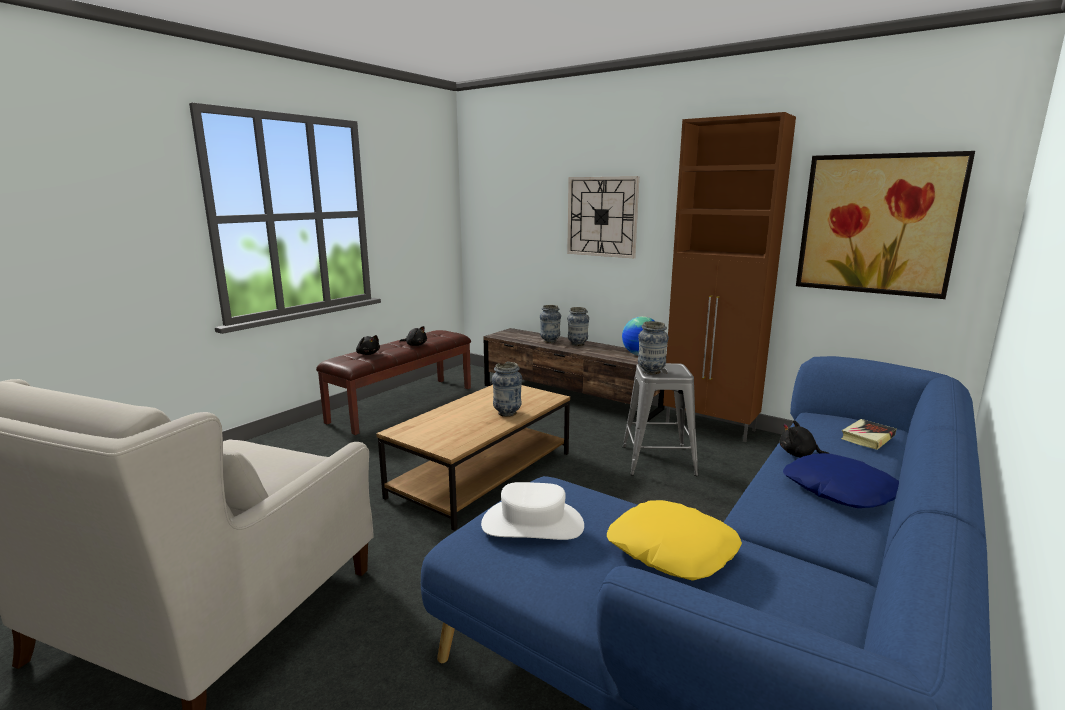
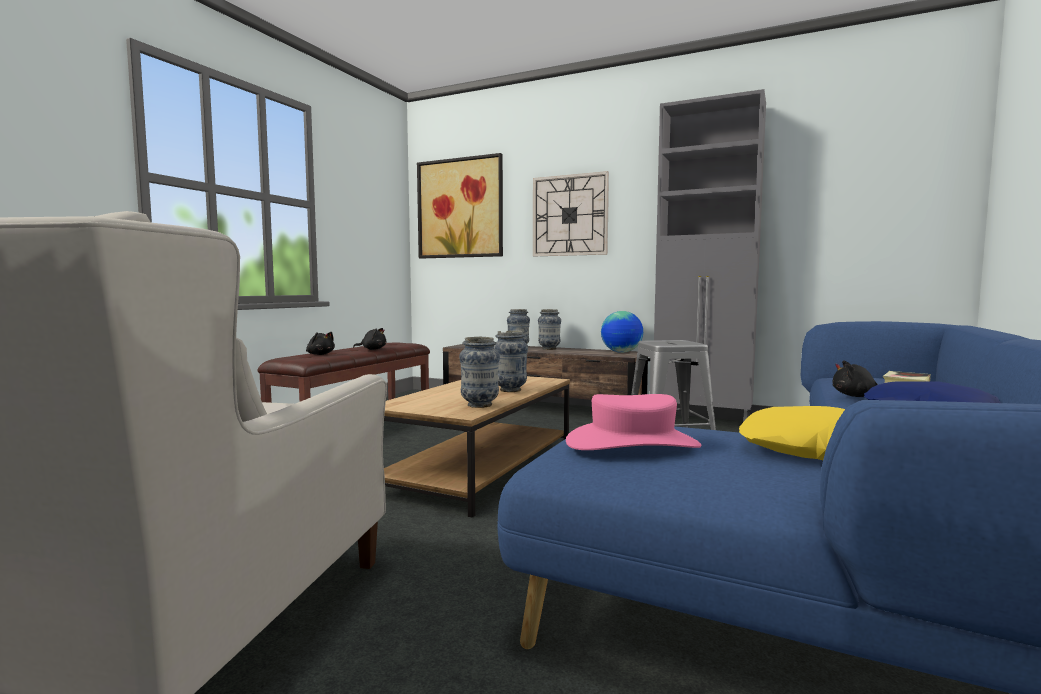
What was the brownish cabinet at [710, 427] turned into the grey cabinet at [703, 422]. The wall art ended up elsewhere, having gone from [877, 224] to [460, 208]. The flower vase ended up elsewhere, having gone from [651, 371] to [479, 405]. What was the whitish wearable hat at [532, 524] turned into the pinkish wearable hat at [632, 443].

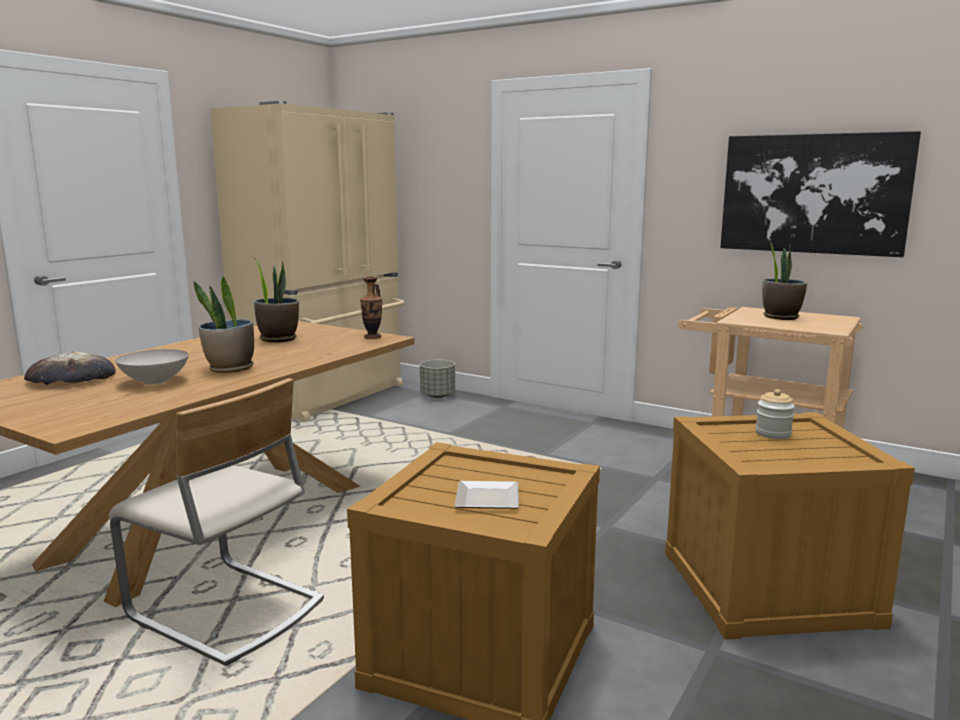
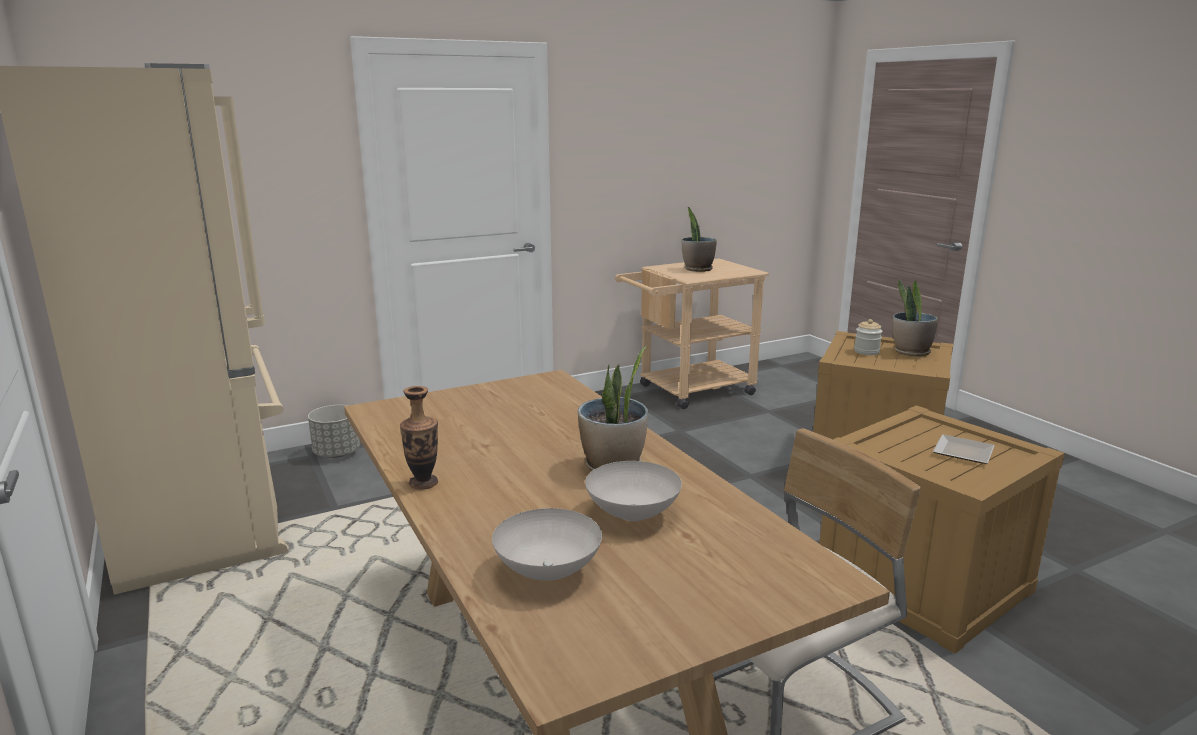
The second view lost the wall art at [813, 194]. The houseplant ended up elsewhere, having gone from [278, 339] to [910, 352]. The flower vase ended up elsewhere, having gone from [372, 337] to [423, 483]. Where the baked bread stood at [71, 378], the whitish bowl came to stand at [549, 571].

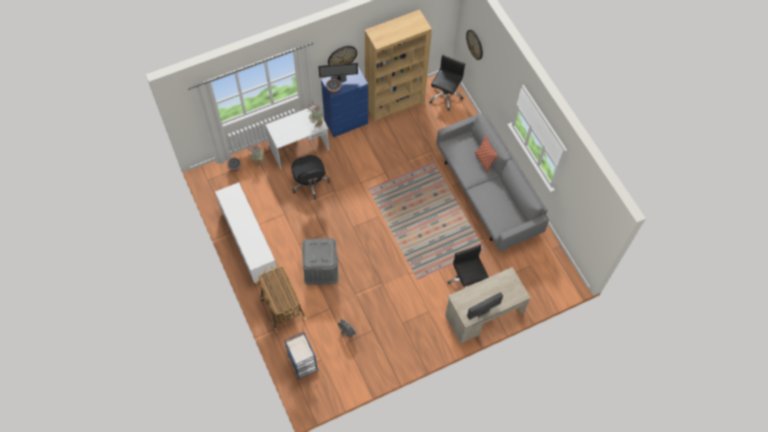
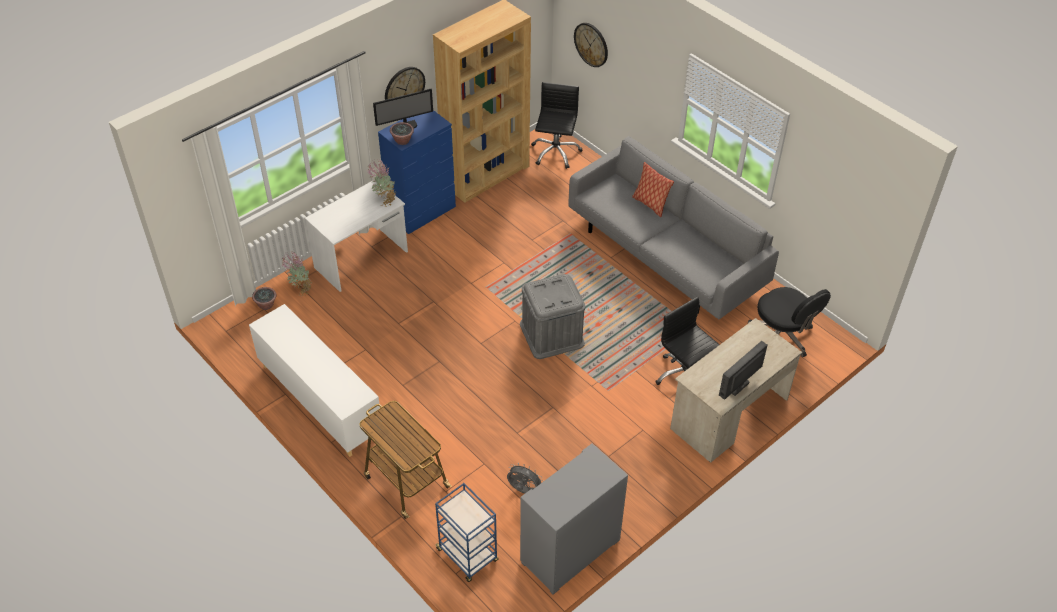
The black-coloured office chair ended up elsewhere, having gone from [310, 183] to [782, 336]. The grey storage container ended up elsewhere, having gone from [321, 268] to [551, 334]. The second view gained the grey cabinet at [570, 552].

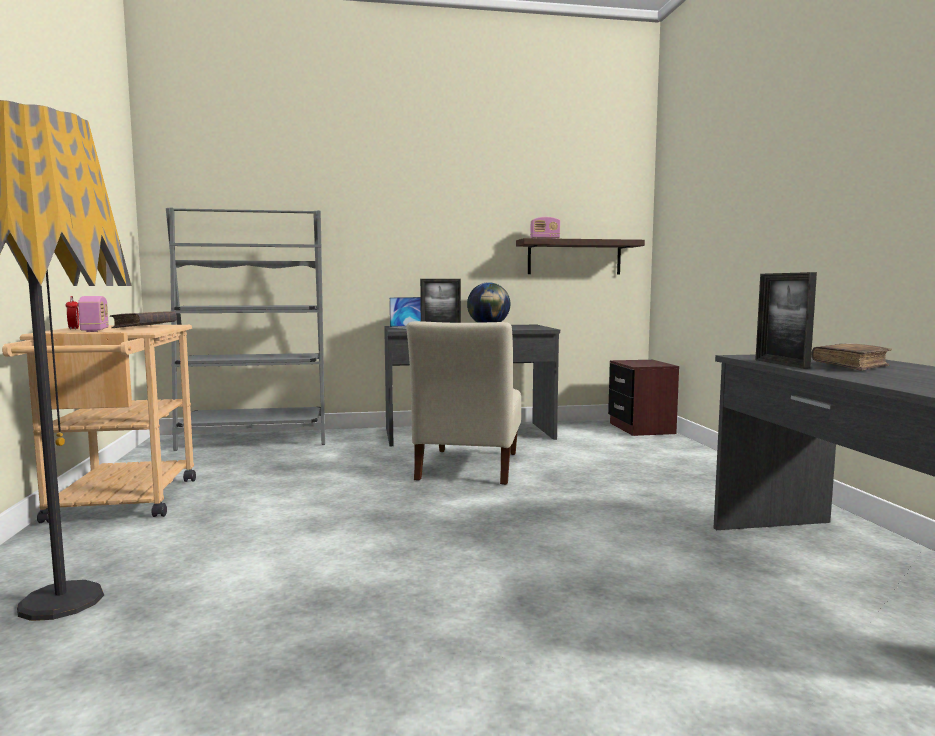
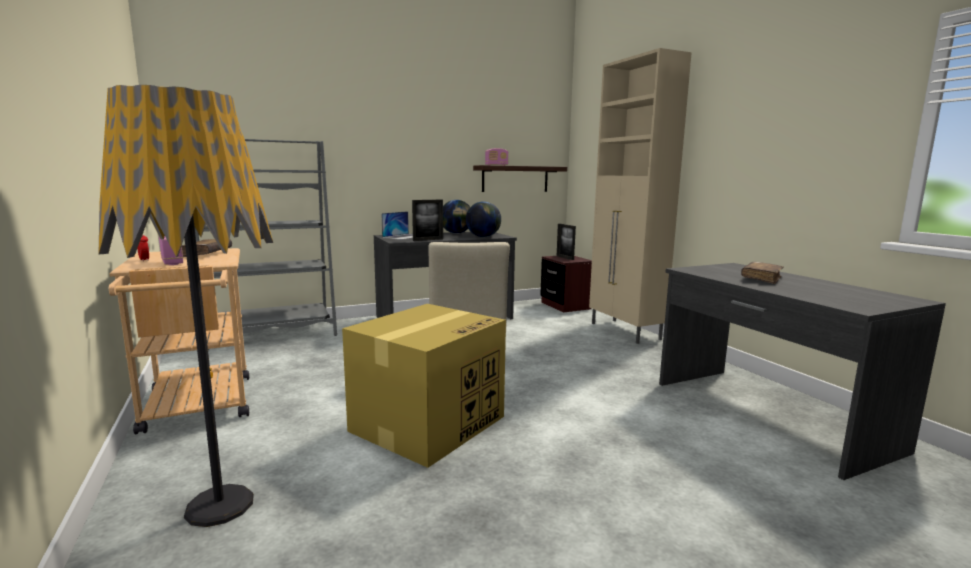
The photo frame ended up elsewhere, having gone from [781, 364] to [565, 258]. The second view gained the beige cabinet at [625, 331]. The second view gained the globe at [483, 237]. The second view gained the packing box at [429, 422].

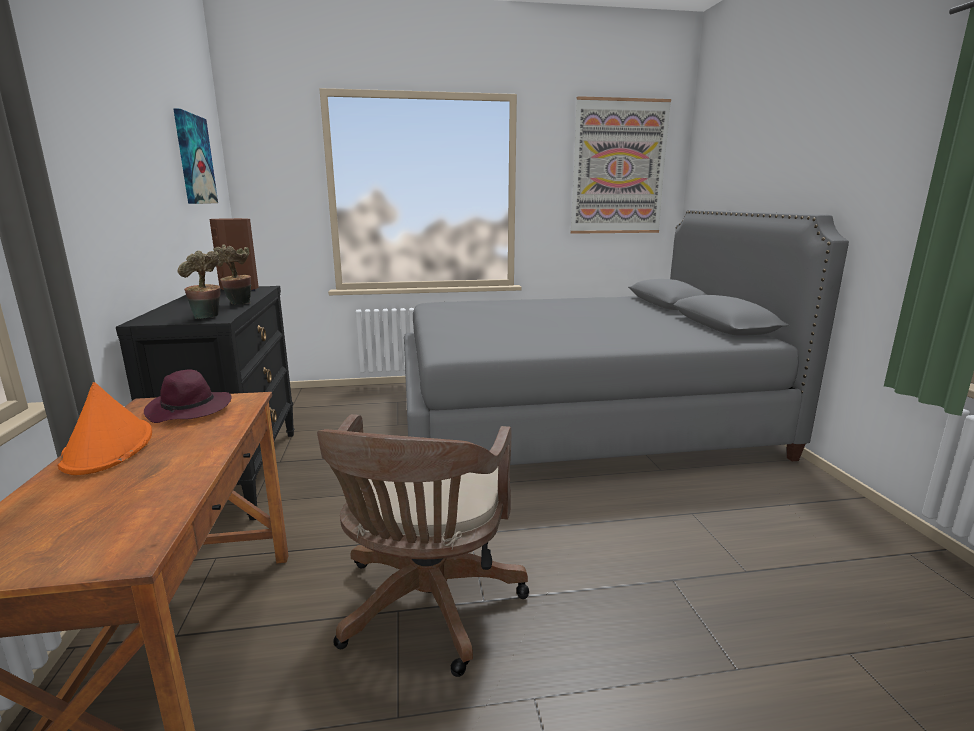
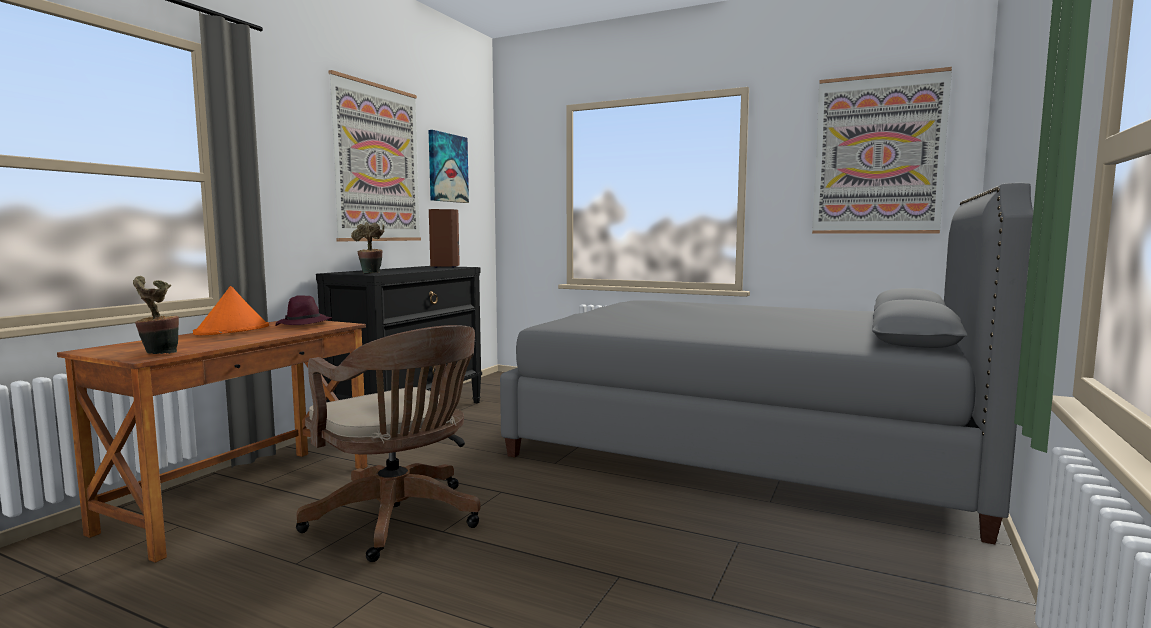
The houseplant ended up elsewhere, having gone from [238, 304] to [158, 354]. The brownish office chair at [426, 608] ended up facing another way, 90 degrees counterclockwise from before. The second view gained the wall art at [377, 163].

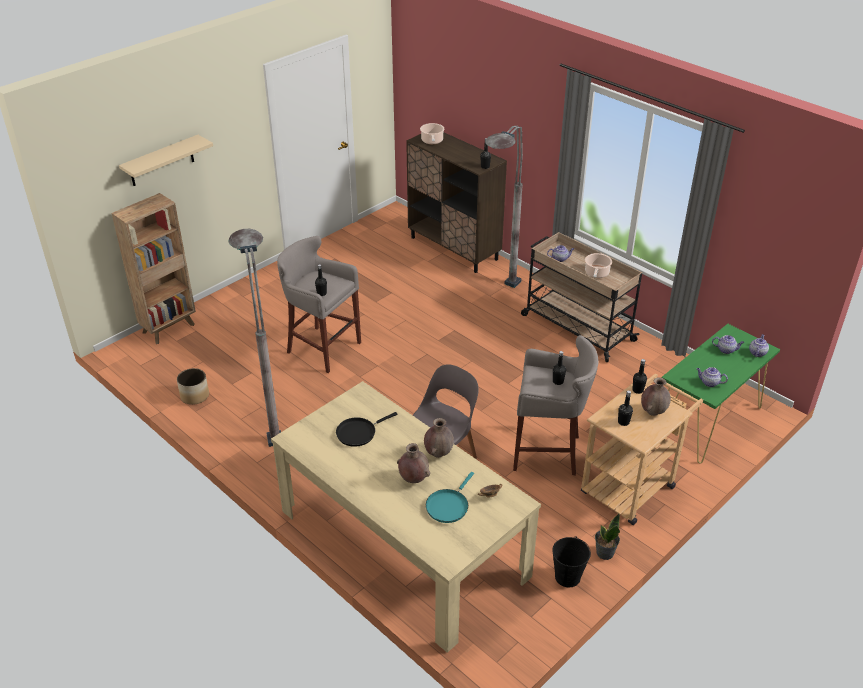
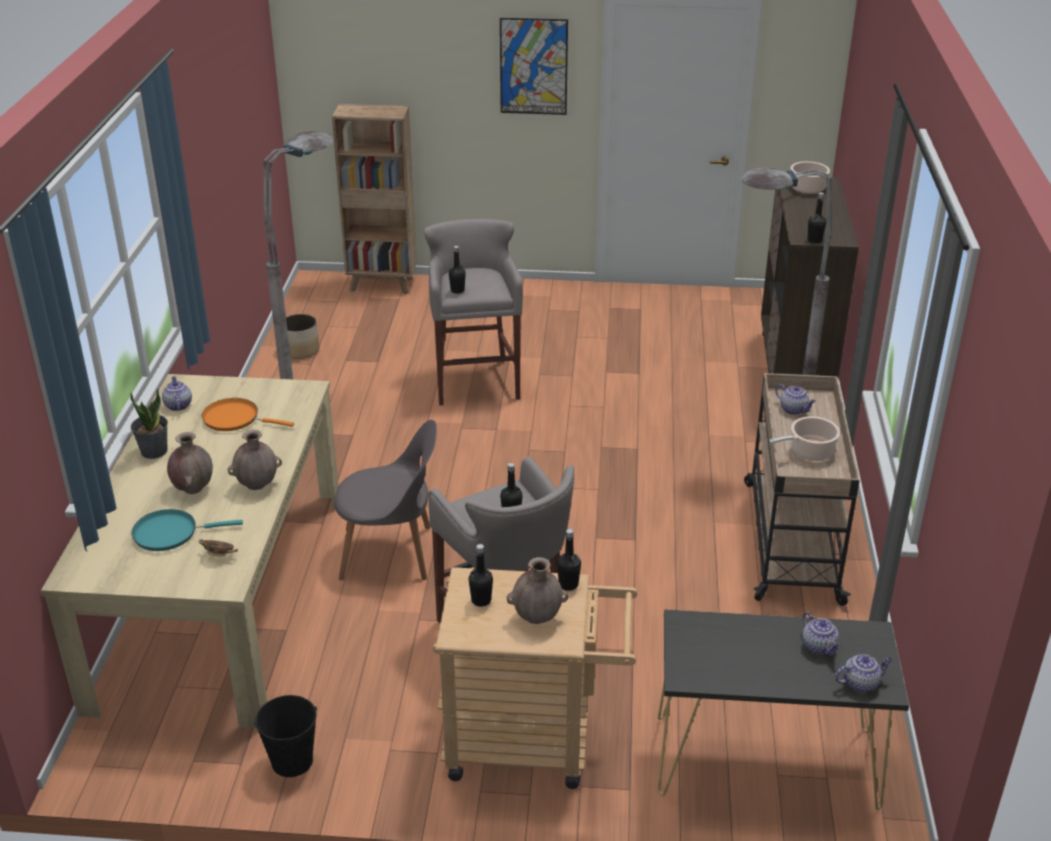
The second view lost the beige wall shelf at [161, 161]. What was the greenish console table at [707, 422] turned into the black-coloured console table at [764, 762]. The tea pot ended up elsewhere, having gone from [709, 383] to [178, 405]. What was the black-coloured frying pan at [358, 433] turned into the orange-coloured frying pan at [235, 419]. The houseplant ended up elsewhere, having gone from [604, 553] to [154, 451]. The second view gained the wall art at [533, 66].

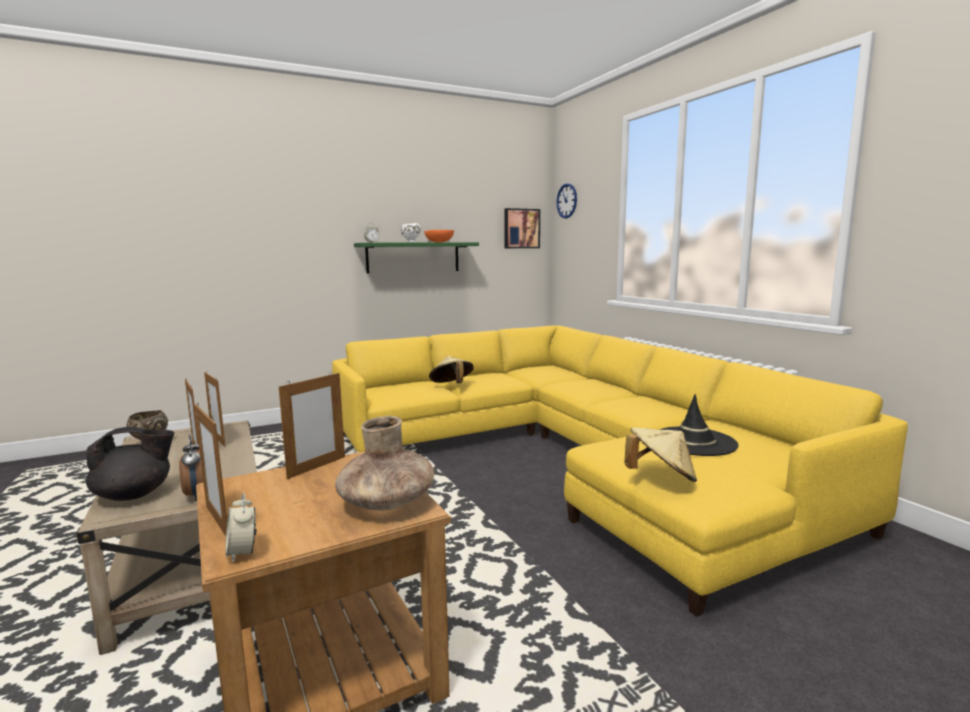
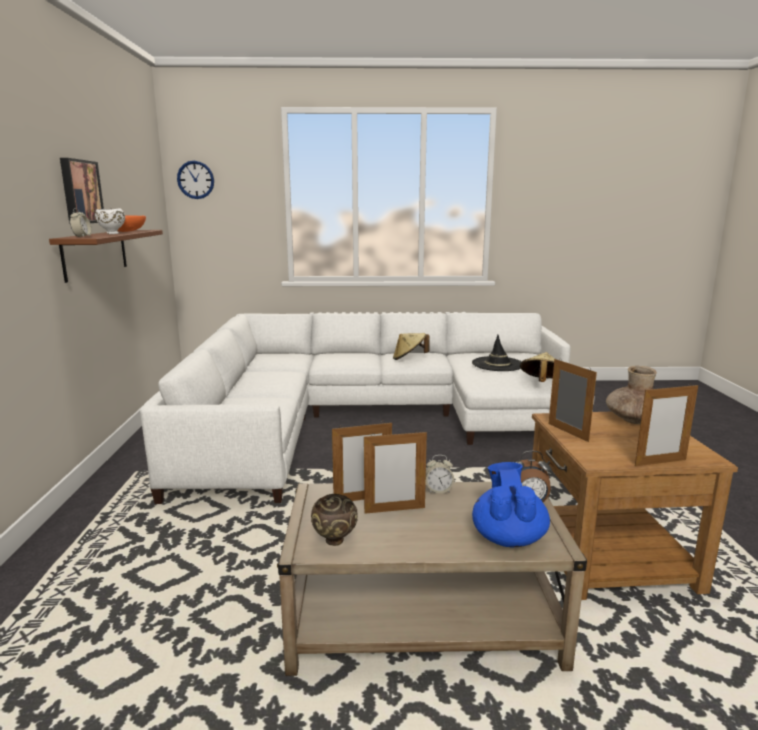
The wall art ended up elsewhere, having gone from [521, 228] to [80, 192]. What was the greenish wall shelf at [413, 257] turned into the brownish wall shelf at [95, 253]. What was the yellowish sofa at [572, 458] turned into the whitish sofa at [369, 418]. The beige wearable hat ended up elsewhere, having gone from [451, 385] to [409, 358]. What was the black-coloured tea pot at [134, 495] turned into the blue-coloured tea pot at [508, 537]. The bedside clock ended up elsewhere, having gone from [242, 552] to [438, 490].

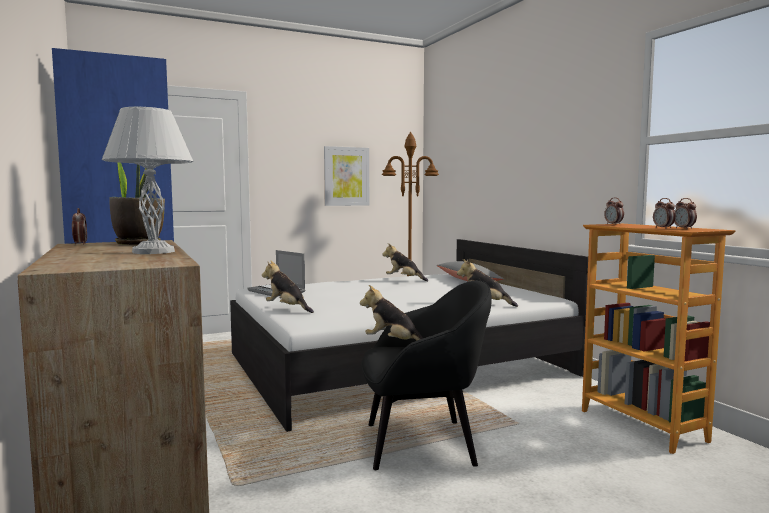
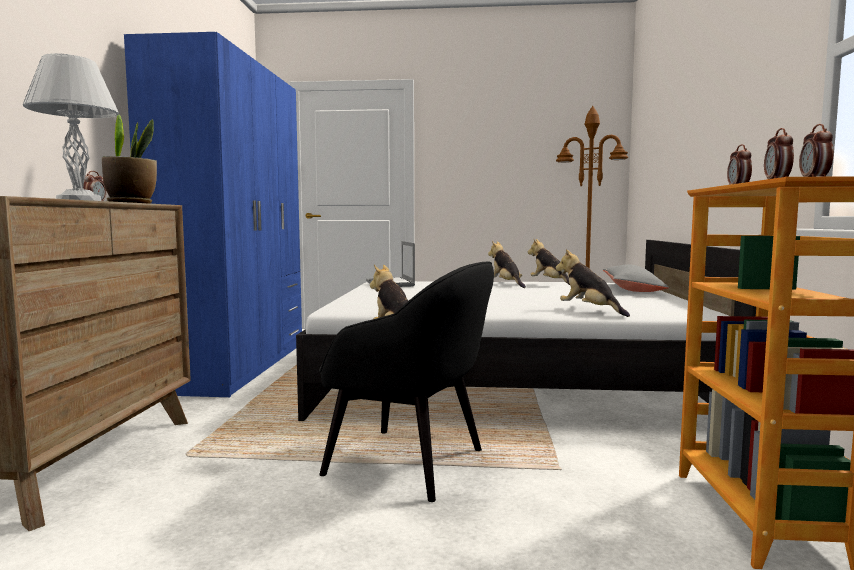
The second view lost the wall art at [346, 176]. The soft toy ended up elsewhere, having gone from [287, 308] to [506, 284].

